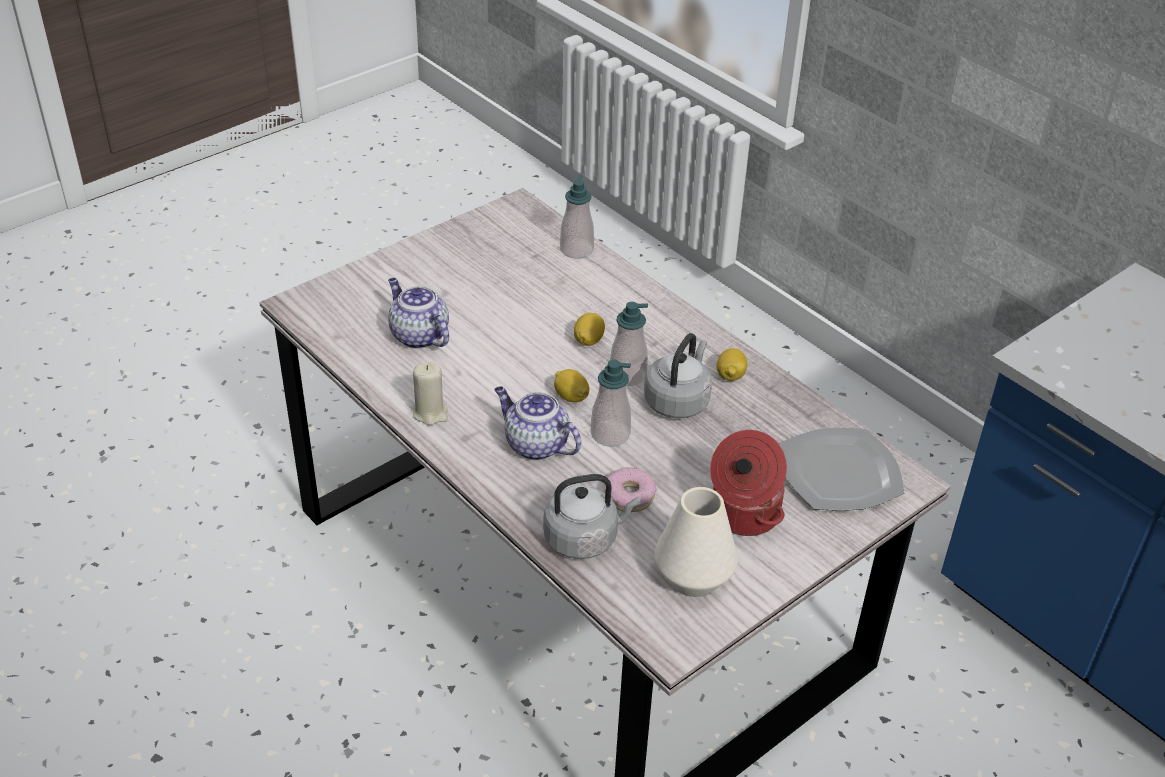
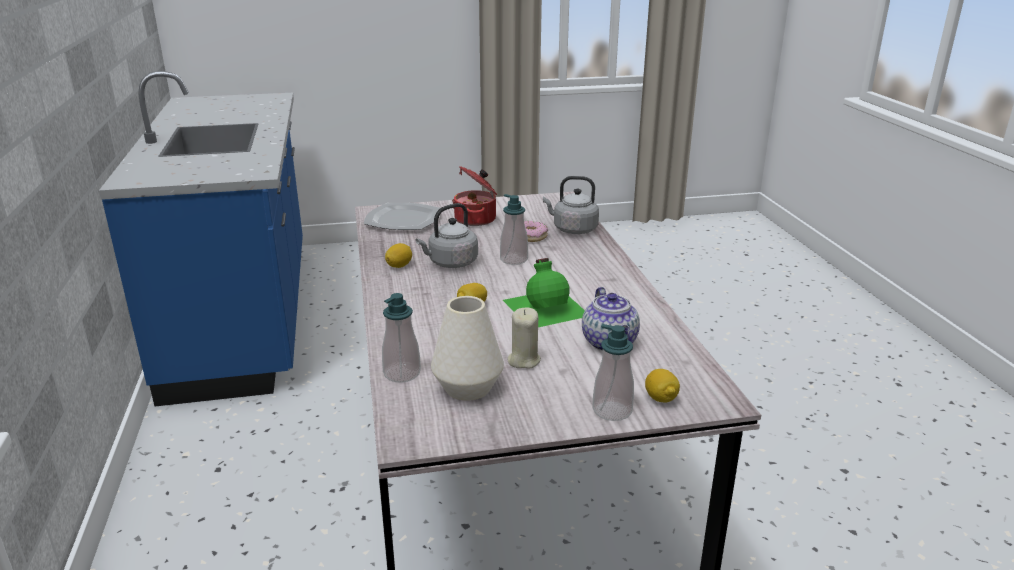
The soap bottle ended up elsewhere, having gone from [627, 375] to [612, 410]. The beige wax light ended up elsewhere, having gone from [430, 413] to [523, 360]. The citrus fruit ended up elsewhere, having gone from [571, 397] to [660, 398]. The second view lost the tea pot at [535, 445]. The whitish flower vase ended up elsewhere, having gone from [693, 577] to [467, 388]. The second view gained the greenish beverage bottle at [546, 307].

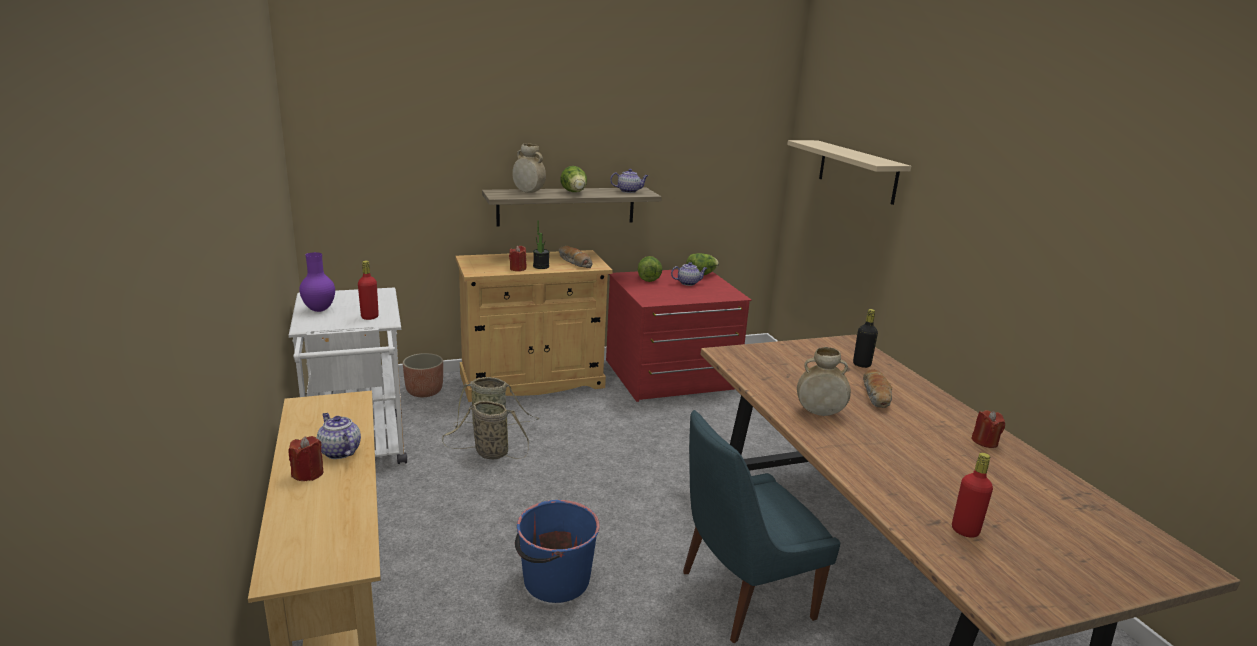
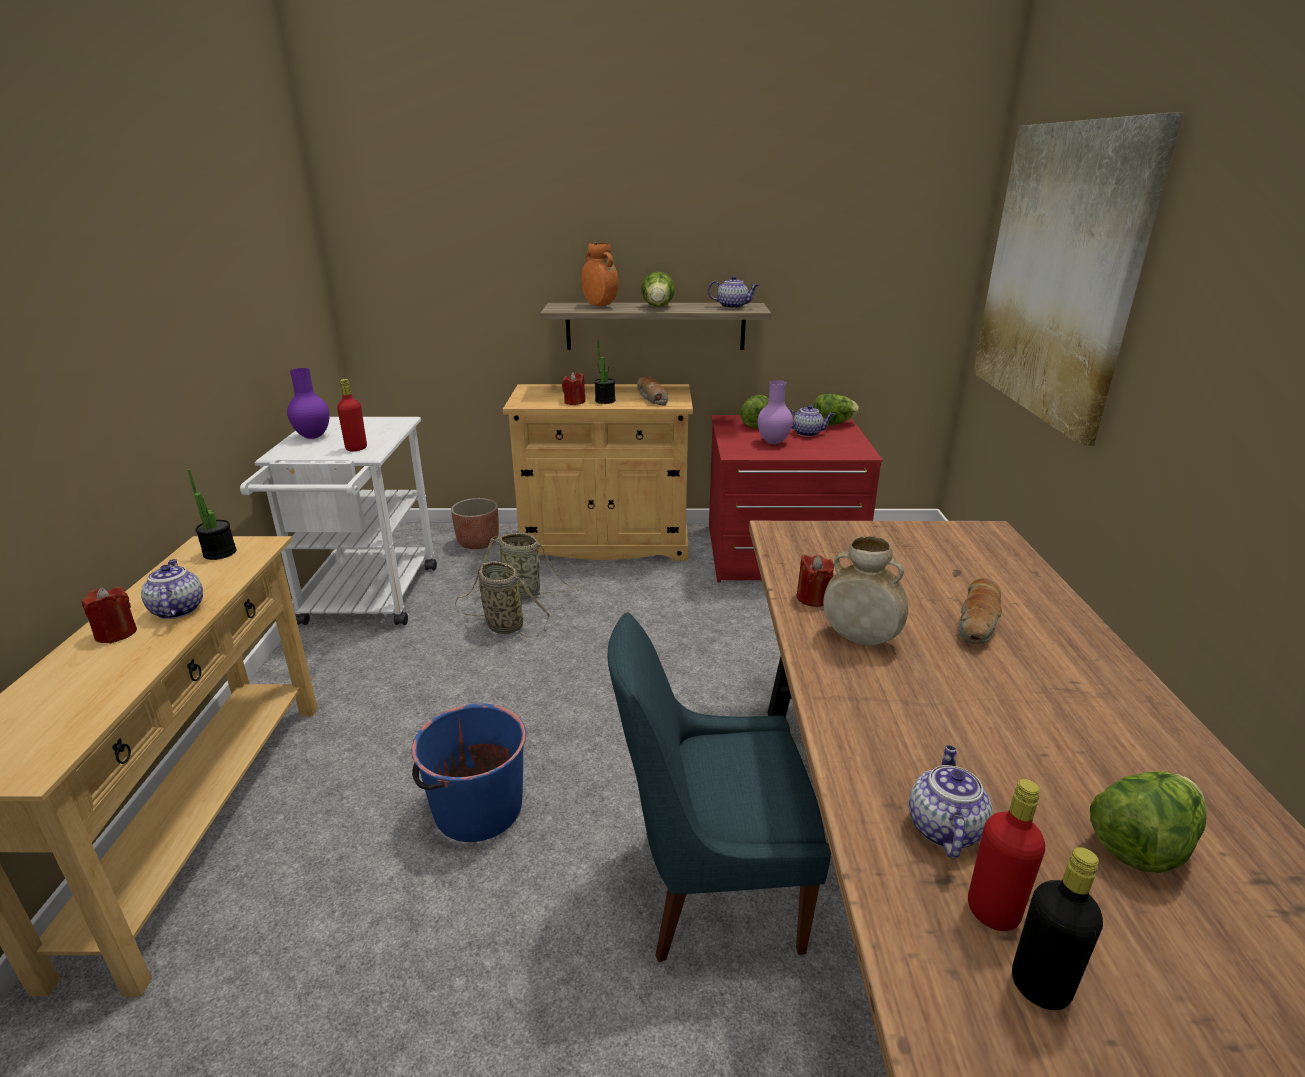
Where the beige wall shelf hung at [857, 171], the wall art came to hang at [1059, 273]. What was the beige flower vase at [528, 192] turned into the orange-coloured flower vase at [599, 306]. The black-coloured beverage bottle ended up elsewhere, having gone from [861, 364] to [1040, 987]. The reddish wax light ended up elsewhere, having gone from [985, 441] to [813, 598]. The second view gained the purple flower vase at [774, 442]. The second view gained the houseplant at [220, 553]. The second view gained the tea pot at [943, 827]. The second view gained the lettuce head at [1141, 844].

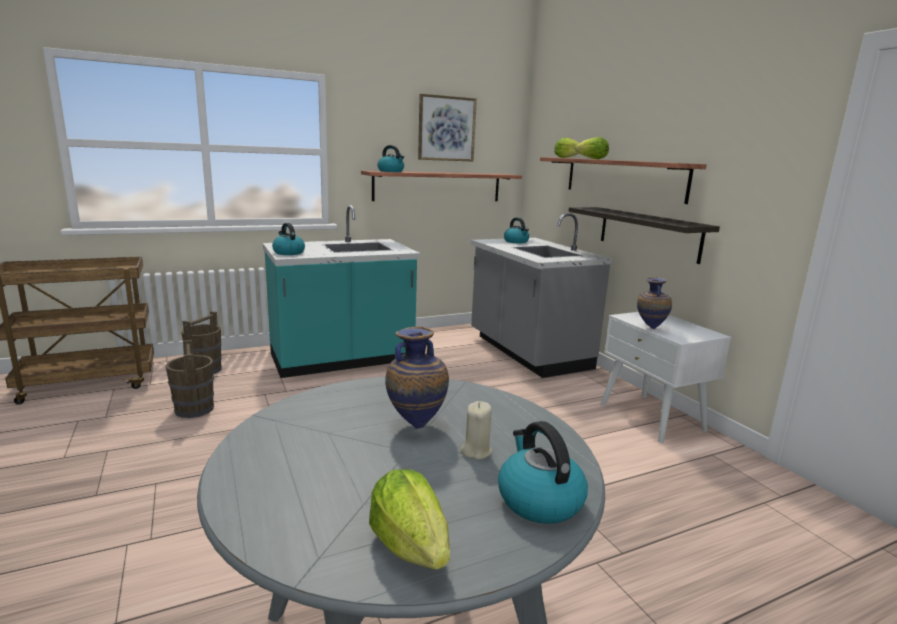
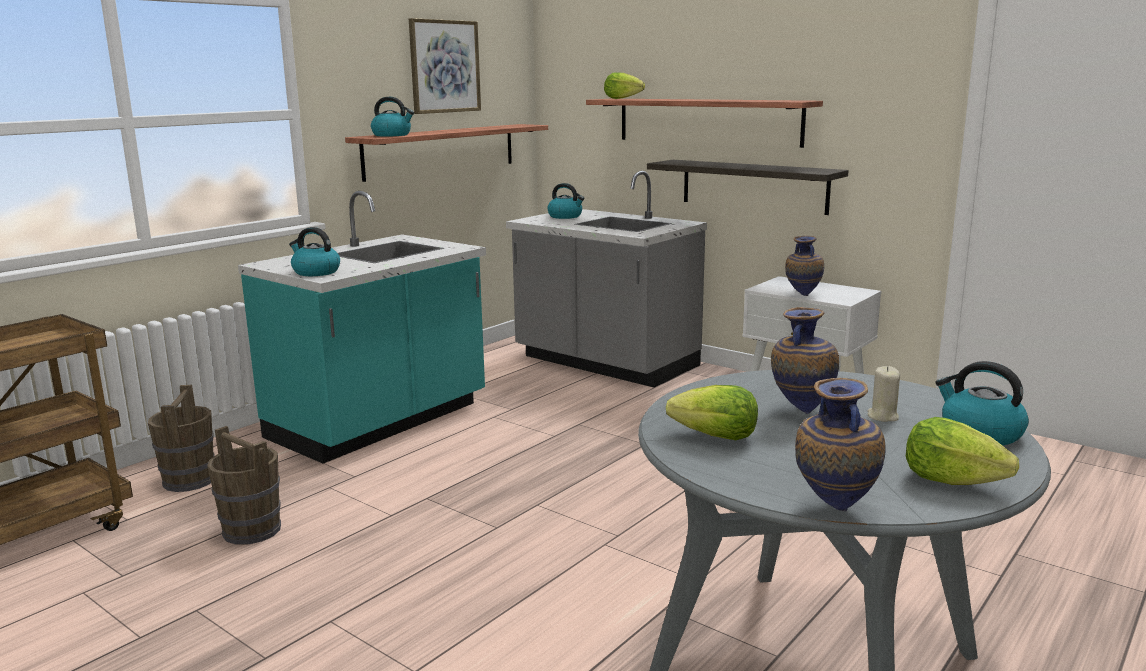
The lettuce head ended up elsewhere, having gone from [592, 159] to [716, 437]. The second view gained the flower vase at [833, 510].

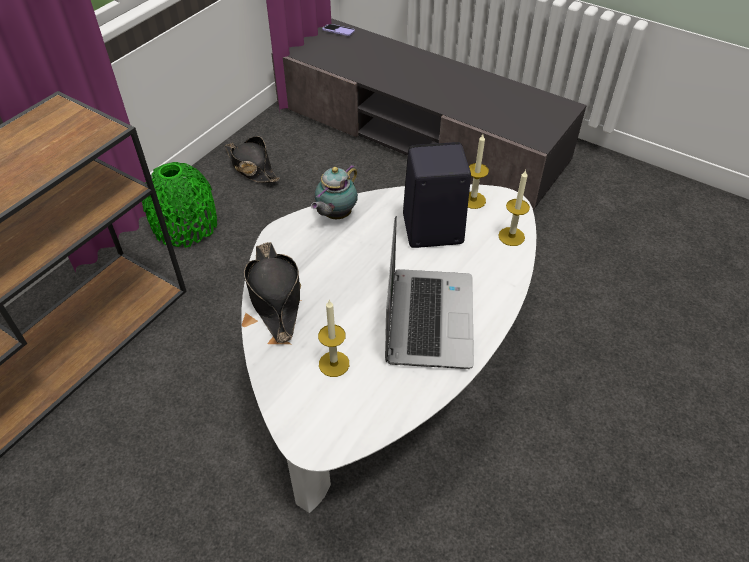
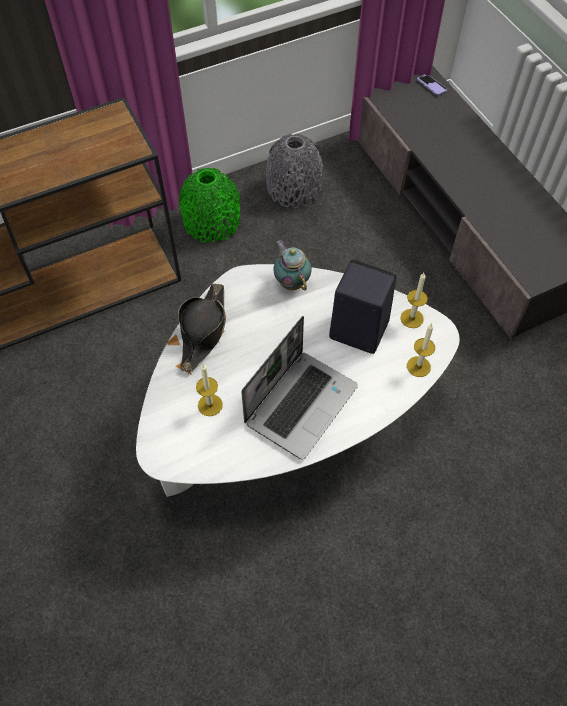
Where the black-coloured wearable hat stood at [251, 167], the grey flower vase came to stand at [294, 188]. The tea pot at [335, 215] ended up facing another way, 90 degrees clockwise from before.

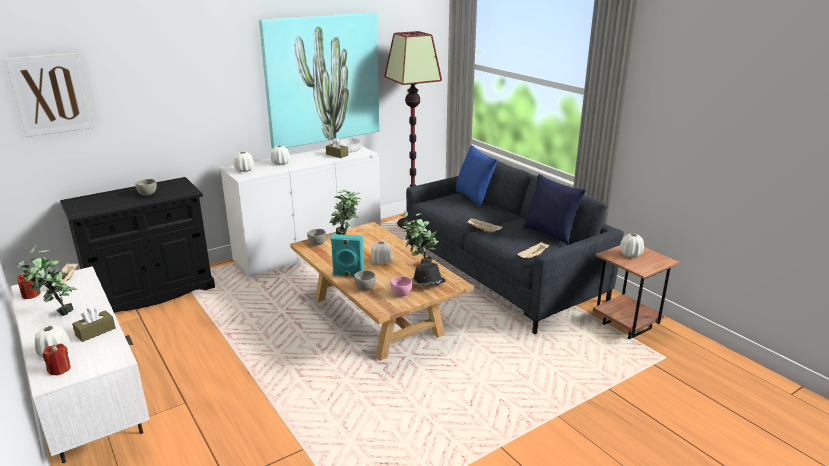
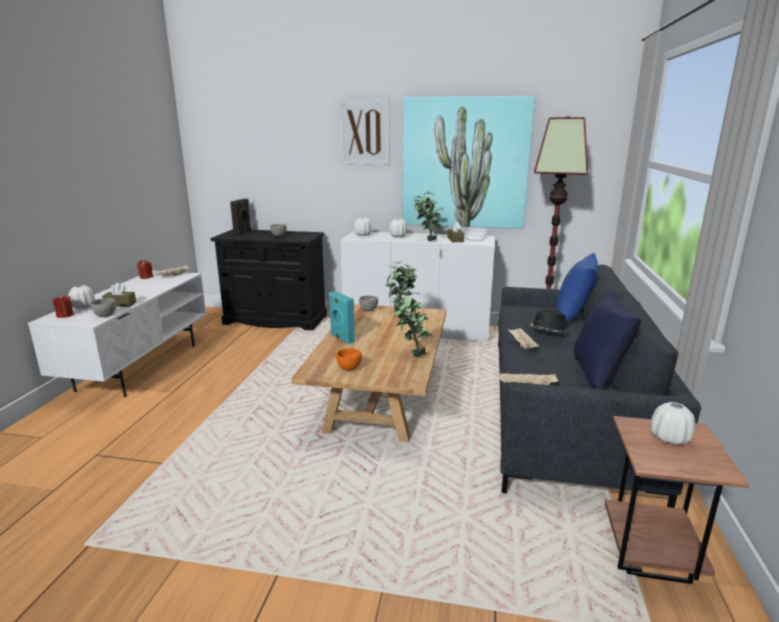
The wall art ended up elsewhere, having gone from [51, 94] to [364, 132]. The second view lost the whitish flower vase at [381, 261]. The houseplant ended up elsewhere, having gone from [57, 314] to [426, 240]. The black-coloured wearable hat ended up elsewhere, having gone from [427, 283] to [548, 332]. The grey bowl ended up elsewhere, having gone from [365, 288] to [105, 315]. What was the pinkish bowl at [401, 293] turned into the orange-coloured bowl at [350, 368]. The second view gained the black-coloured speaker at [243, 232].

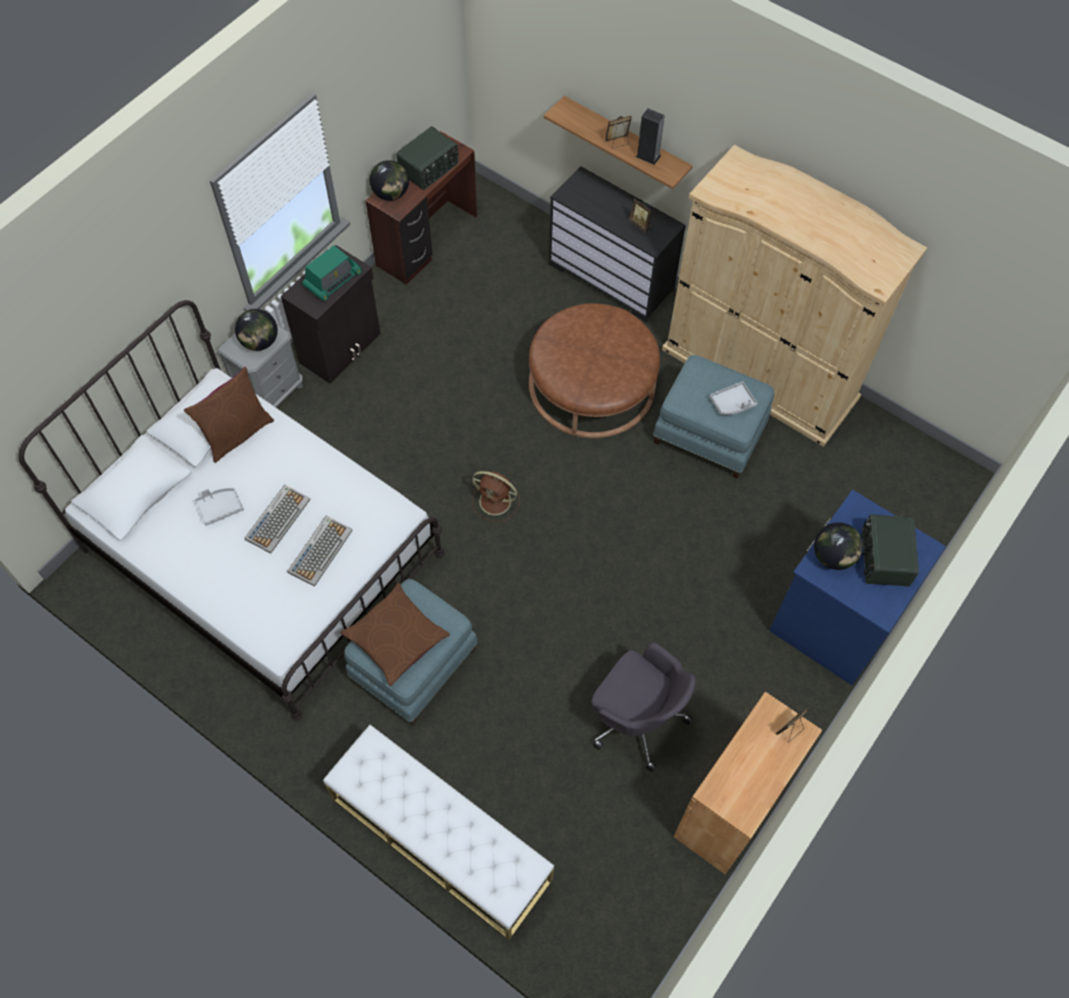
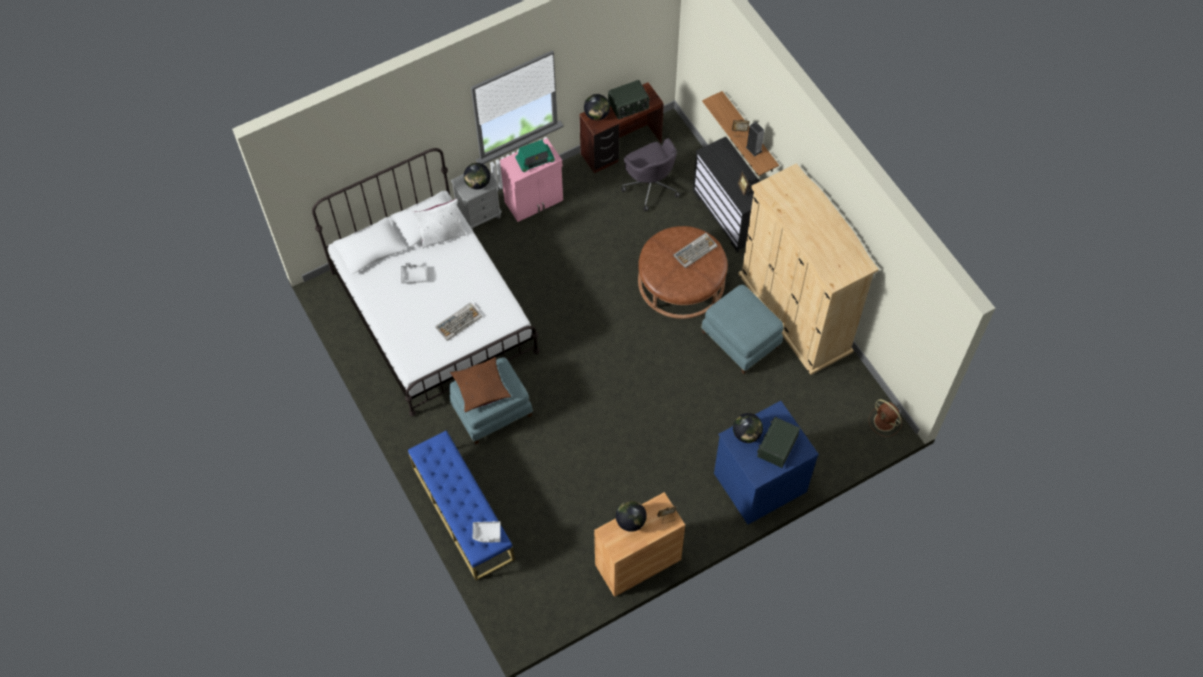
What was the black-coloured cabinet at [341, 348] turned into the pinkish cabinet at [534, 201]. What was the brownish cushion at [237, 433] turned into the whitish cushion at [441, 235]. The grey carrying tray ended up elsewhere, having gone from [732, 403] to [487, 533]. The brownish cooling fan ended up elsewhere, having gone from [496, 501] to [885, 422]. The keyboard ended up elsewhere, having gone from [278, 518] to [695, 250]. The grey office chair ended up elsewhere, having gone from [636, 718] to [650, 185]. What was the whitish indoor bench at [440, 839] turned into the blue-coloured indoor bench at [462, 512]. The second view gained the globe at [630, 521].

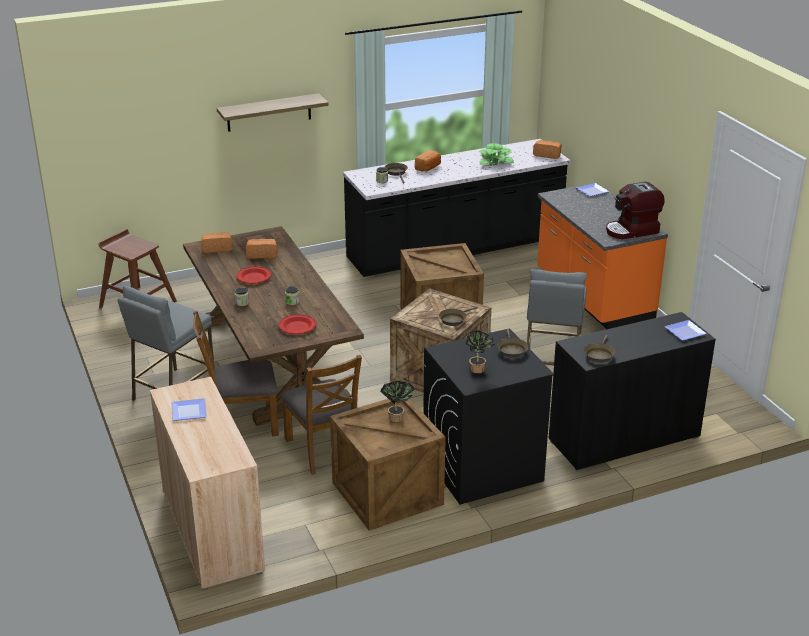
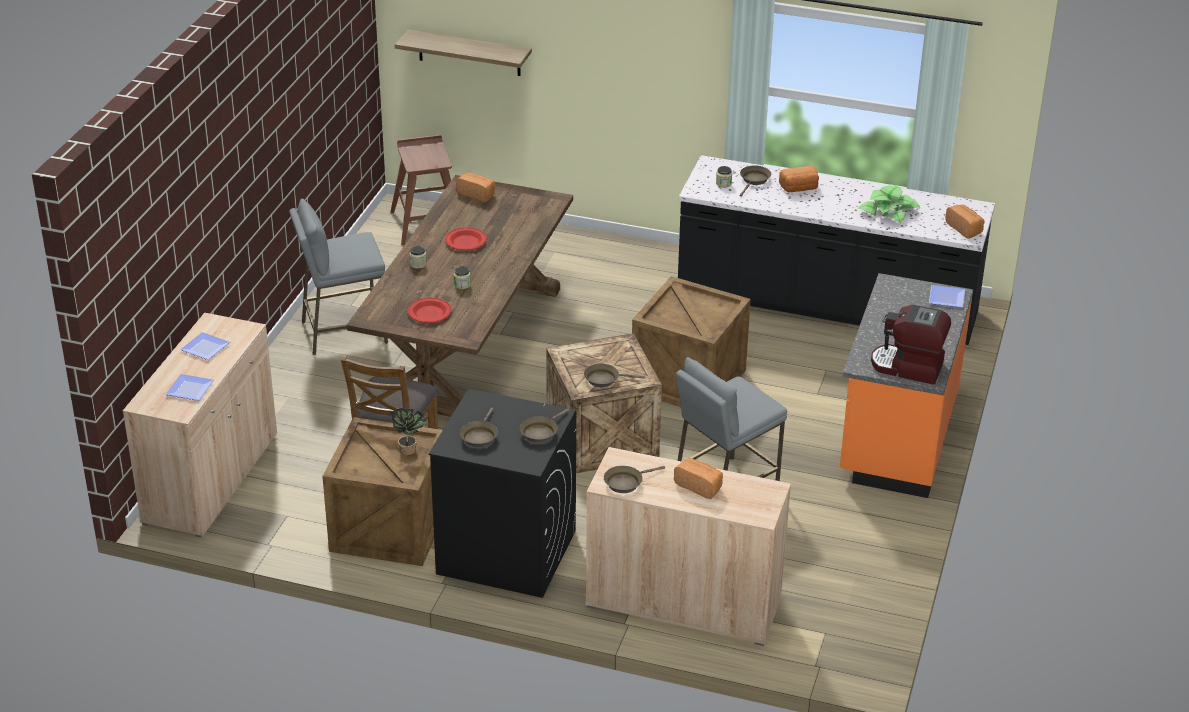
The wall shelf ended up elsewhere, having gone from [269, 112] to [469, 53]. The baked bread ended up elsewhere, having gone from [262, 254] to [699, 486]. The second view lost the brownish chair at [241, 423]. What was the black-coloured cabinet at [624, 439] turned into the beige cabinet at [683, 603]. The flat dish ended up elsewhere, having gone from [683, 331] to [189, 388]. Where the houseplant stood at [479, 370], the brownish frying pan came to stand at [479, 436].

